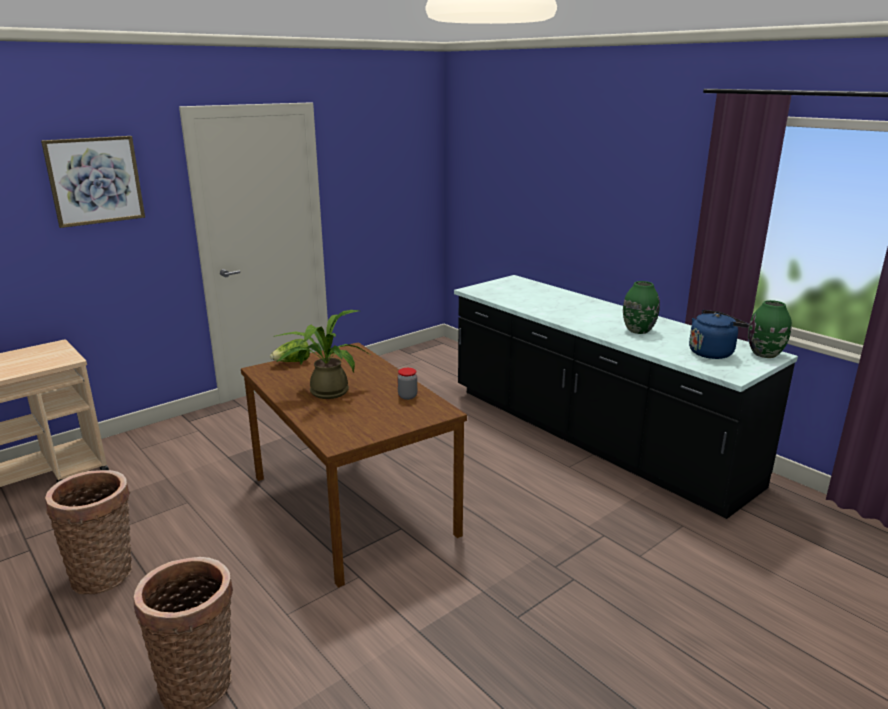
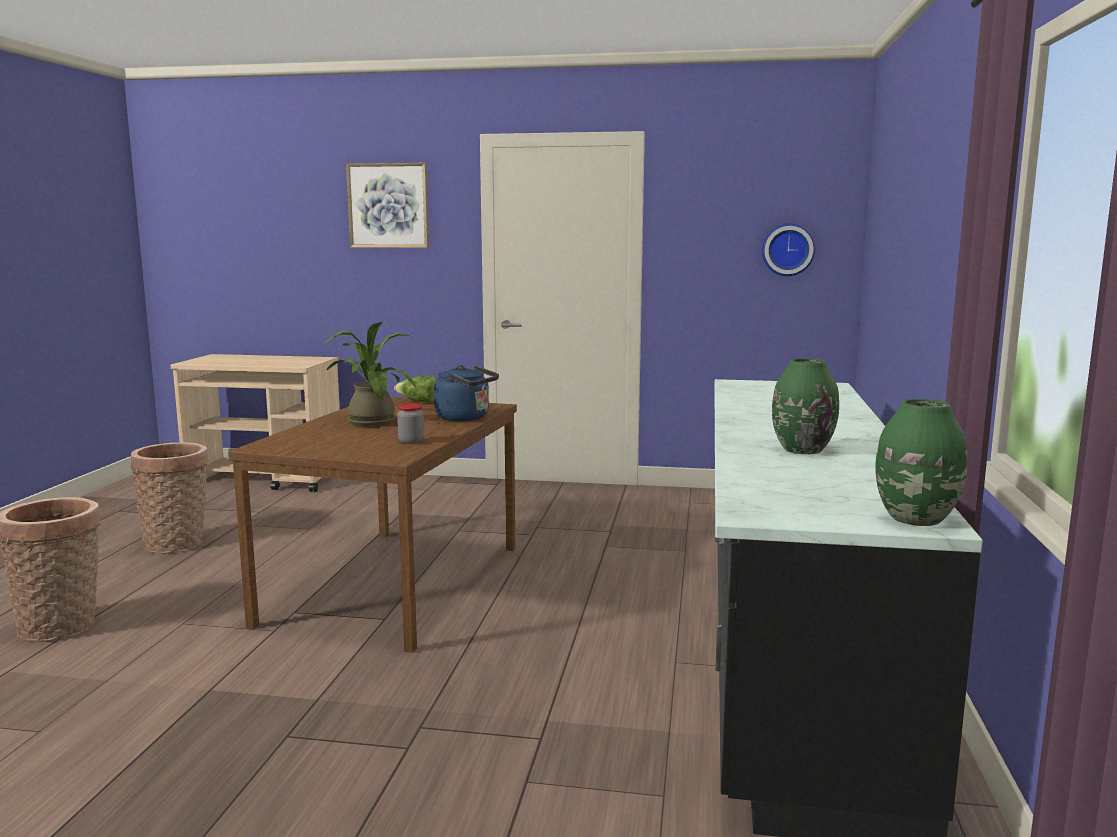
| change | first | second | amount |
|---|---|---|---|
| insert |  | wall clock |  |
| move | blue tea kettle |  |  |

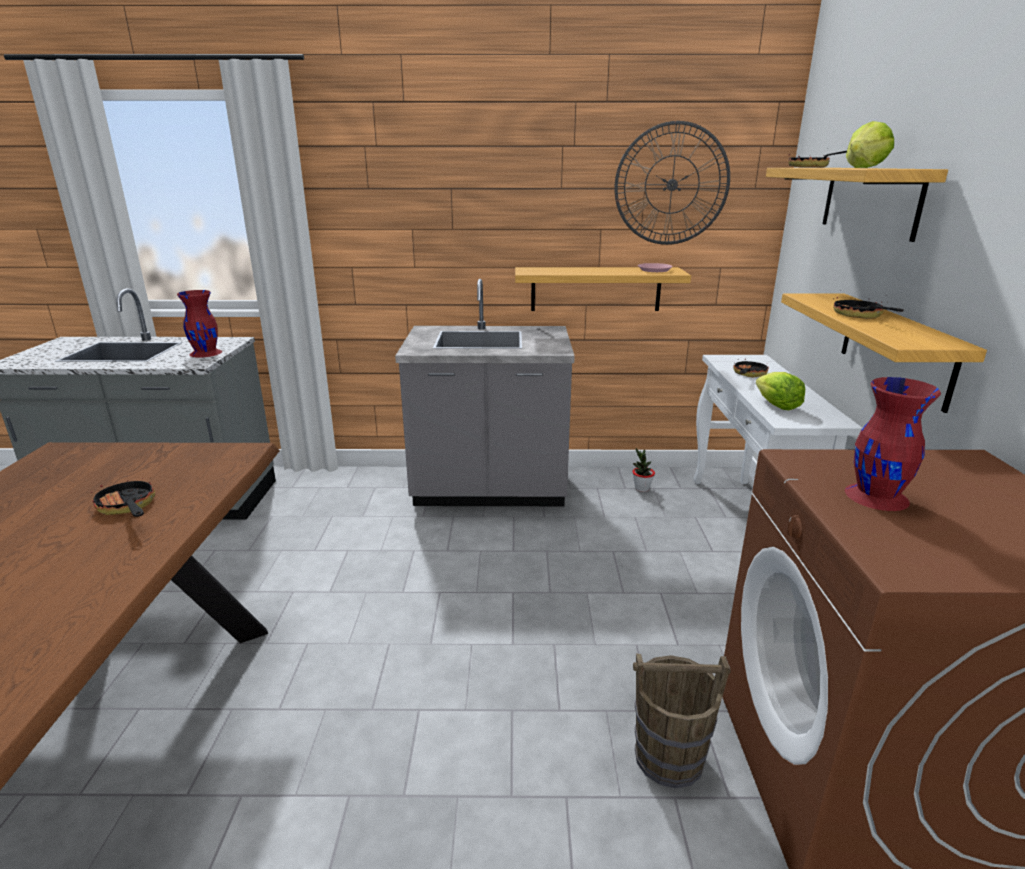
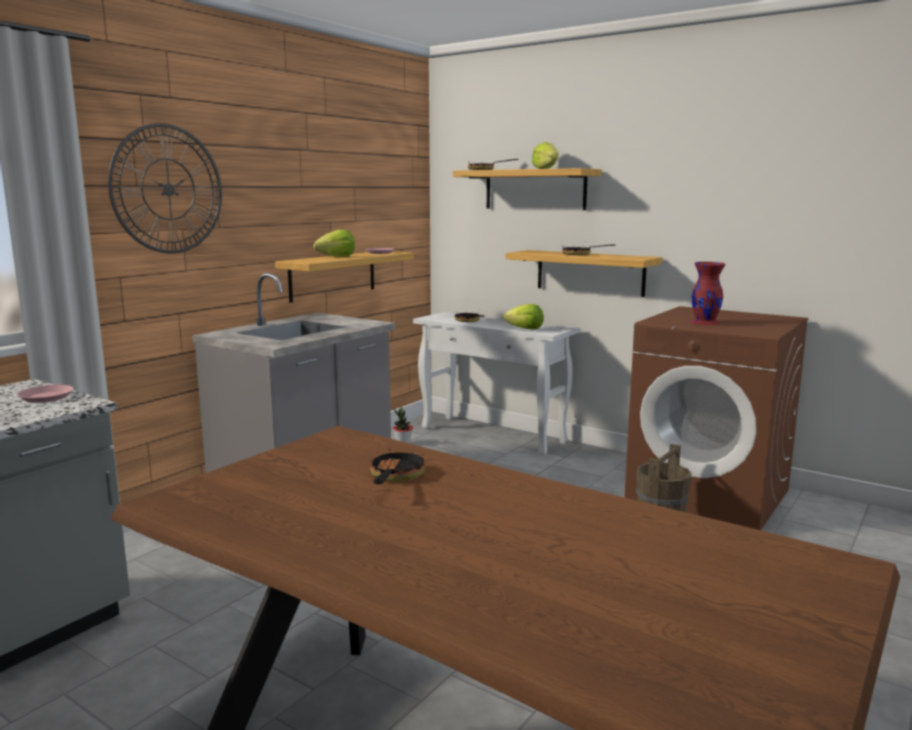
| change | first | second | amount |
|---|---|---|---|
| insert |  | lettuce (1st from left) |  |
| move | wall clock |  |  |
| replace | red vase (1st from left) | pink-coloured dinner plate (1st from left) |  |
| rotate | skillet (1st from left) |  | 105 degrees clockwise |

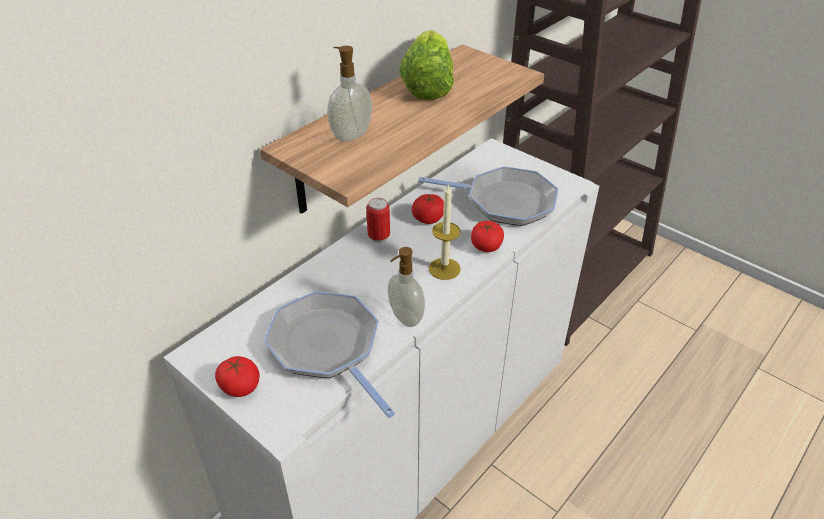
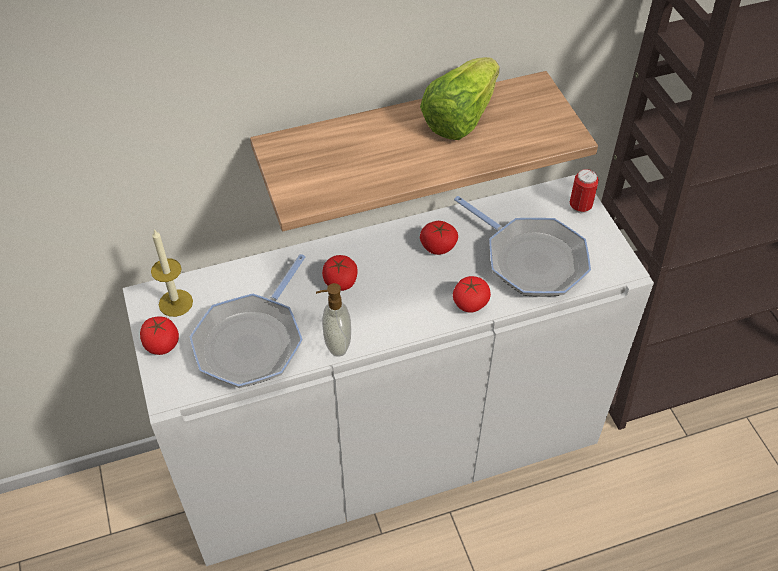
| change | first | second | amount |
|---|---|---|---|
| delete | soap bottle (1st from left) |  |  |
| insert |  | tomato (2nd from left) |  |
| move | sealed can |  |  |
| move | candle |  |  |
| rotate | skillet (1st from left) |  | 150 degrees counterclockwise |

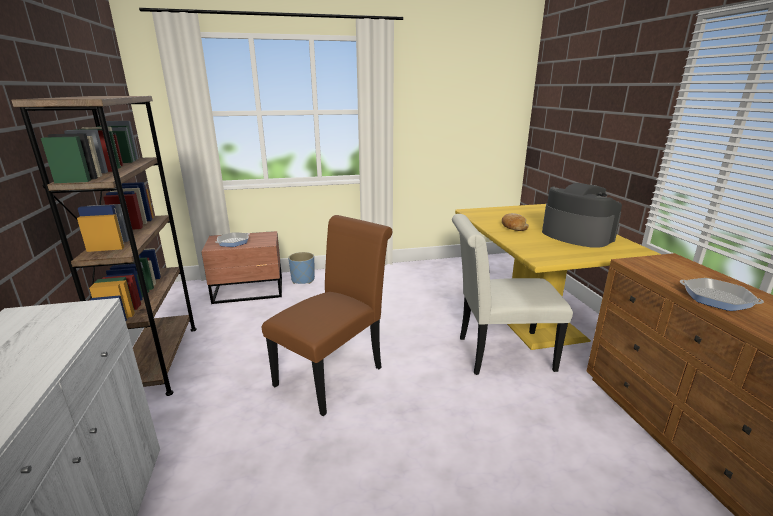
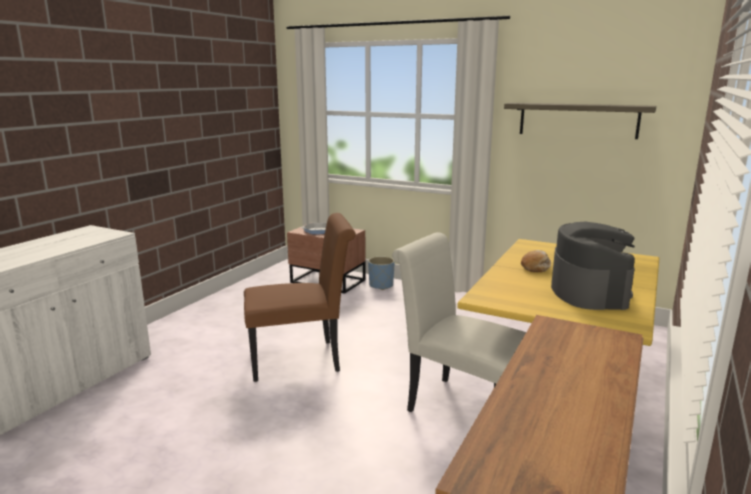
| change | first | second | amount |
|---|---|---|---|
| delete | brown-coloured shelving unit |  |  |
| delete | skillet (2nd from left) |  |  |
| insert |  | wall shelf |  |

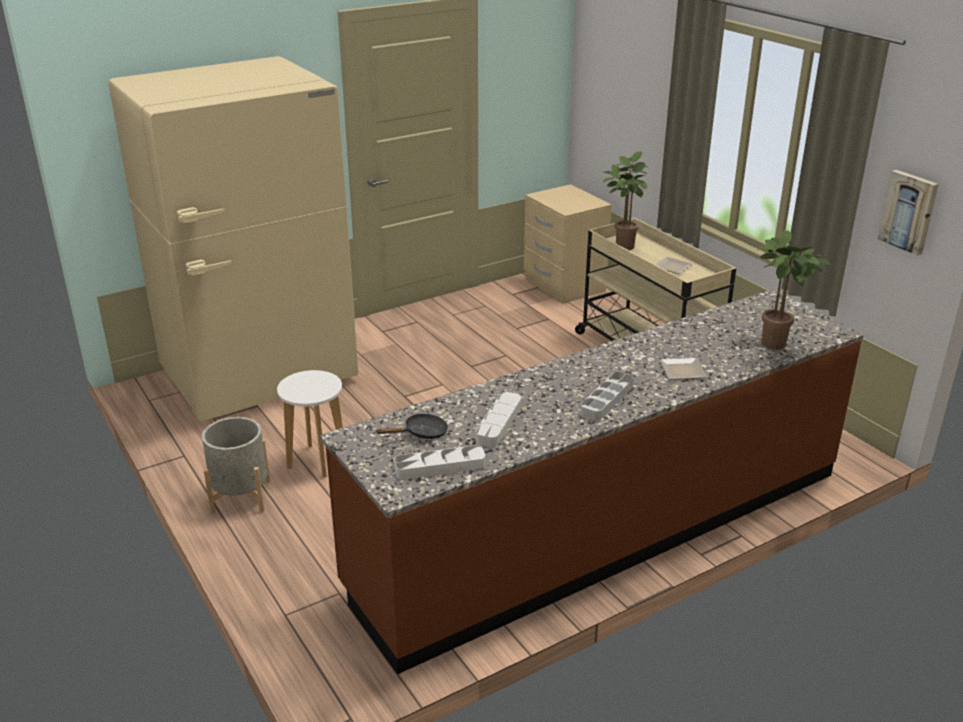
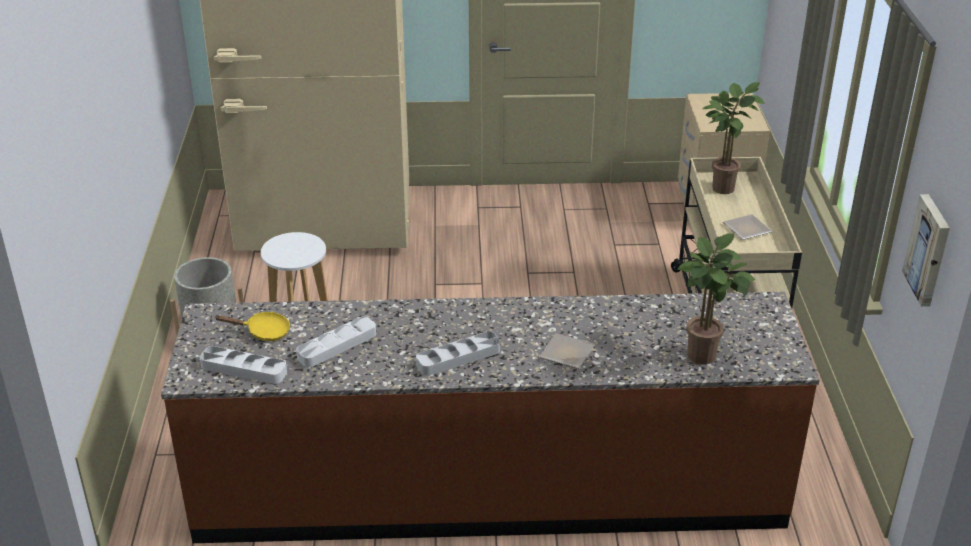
| change | first | second | amount |
|---|---|---|---|
| recolor | blackish skillet | yellow-coloured skillet |  |

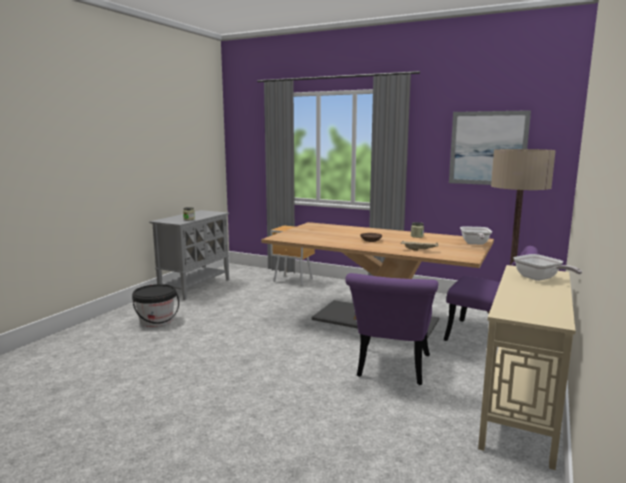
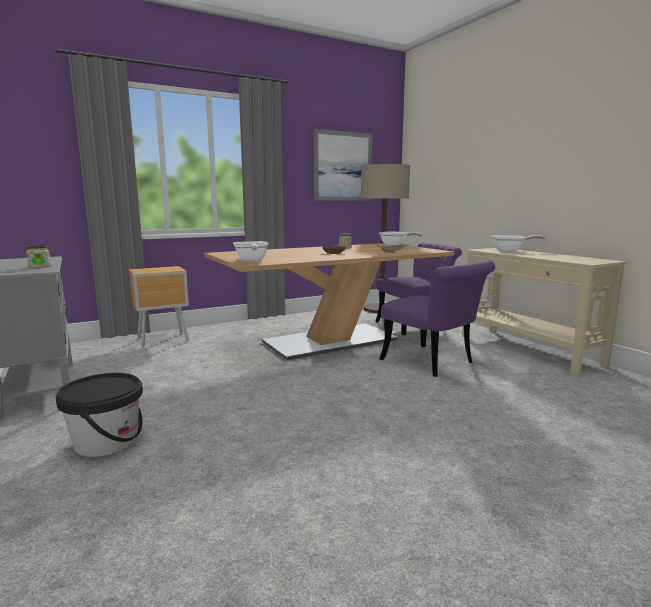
| change | first | second | amount |
|---|---|---|---|
| insert |  | skillet (1st from left) |  |

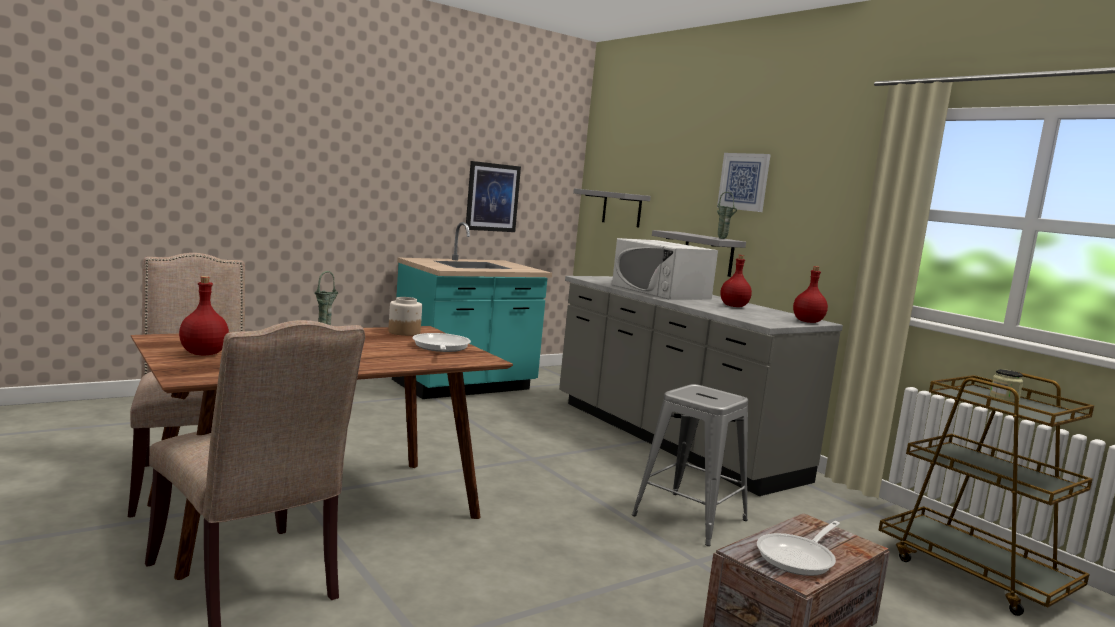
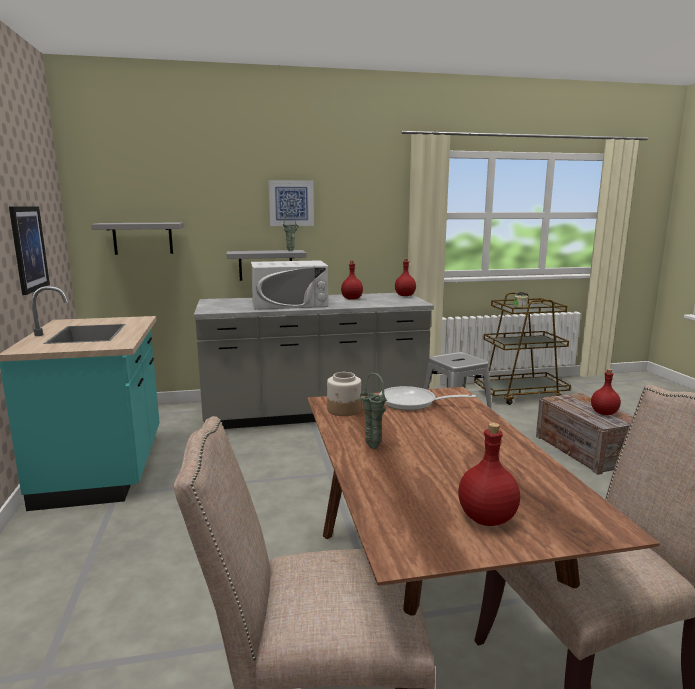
| change | first | second | amount |
|---|---|---|---|
| replace | skillet (2nd from left) | red beverage bottle (4th from left) |  |

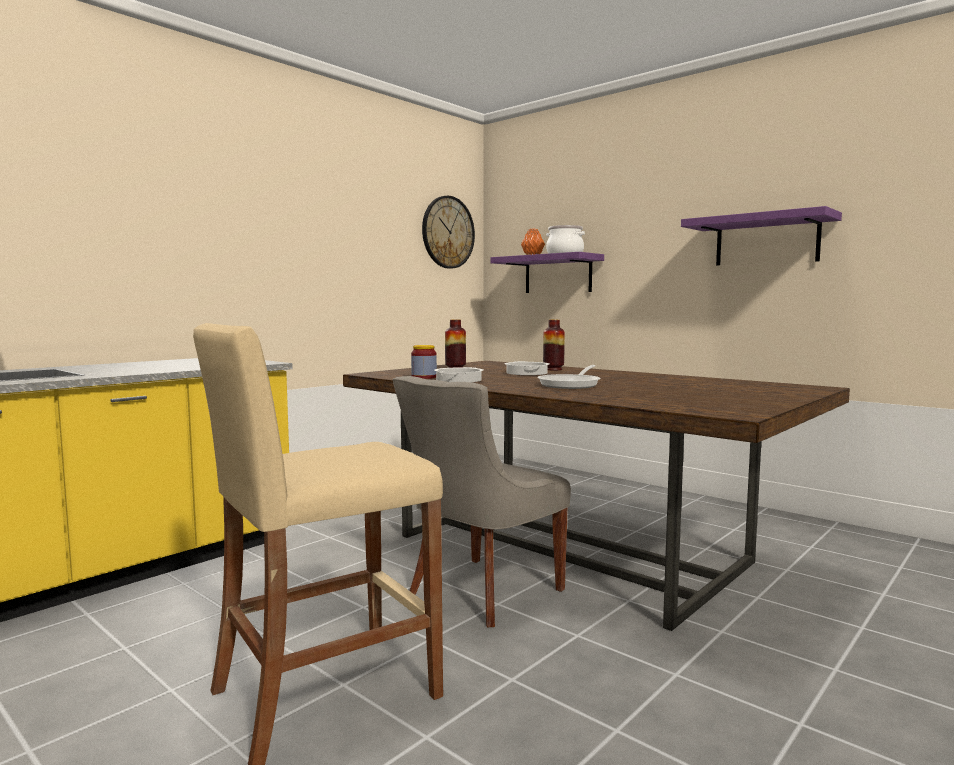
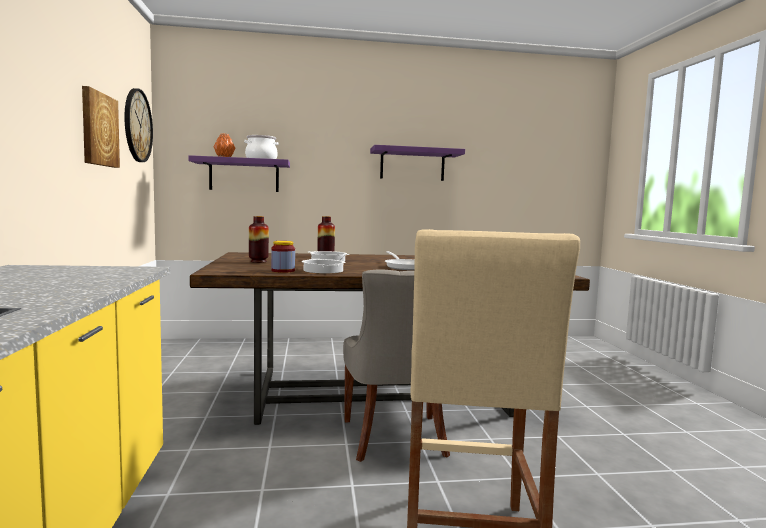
| change | first | second | amount |
|---|---|---|---|
| insert |  | wall picture |  |

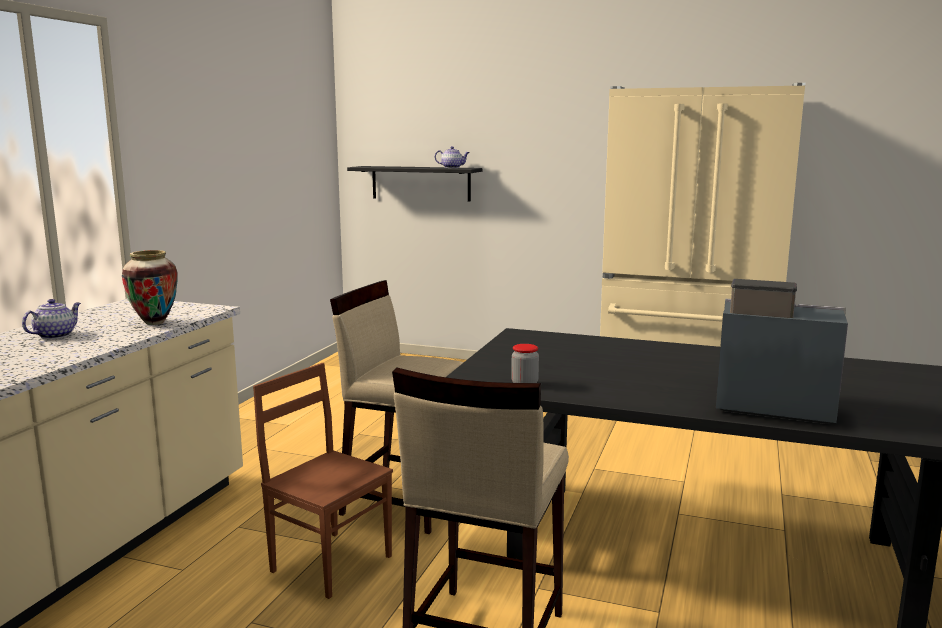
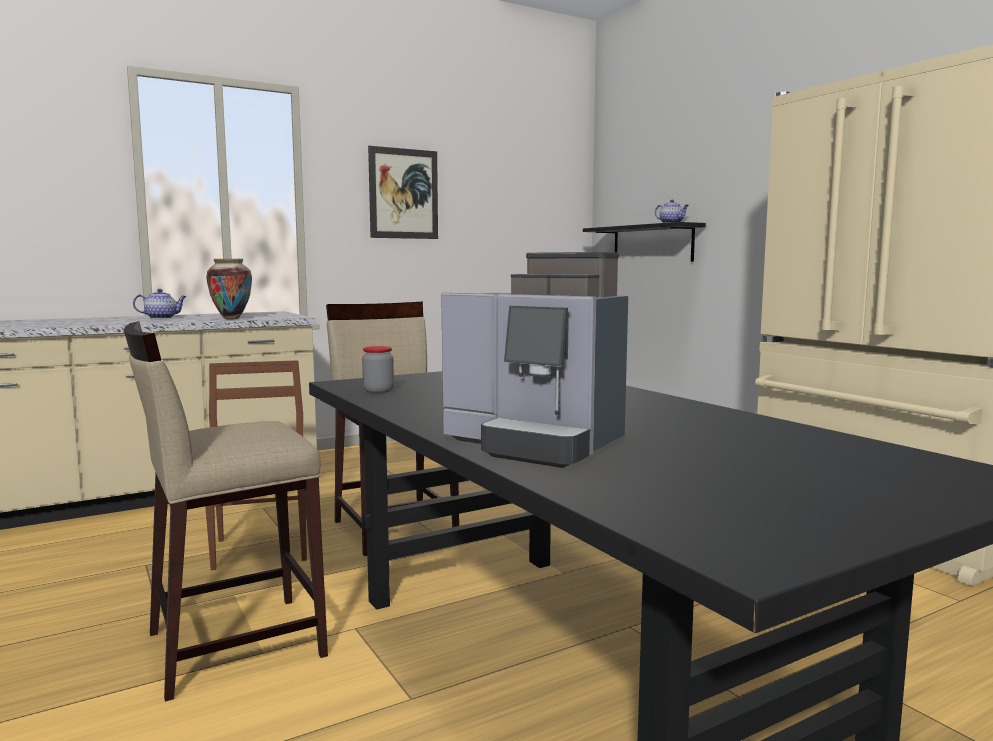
| change | first | second | amount |
|---|---|---|---|
| insert |  | wall picture |  |
| rotate | coffee maker |  | 150 degrees clockwise |

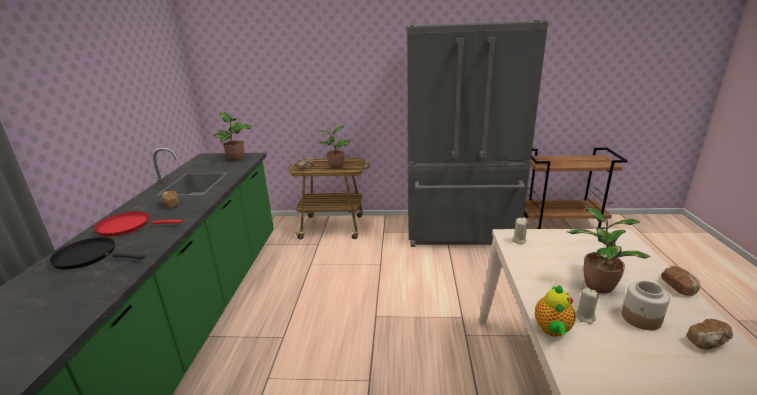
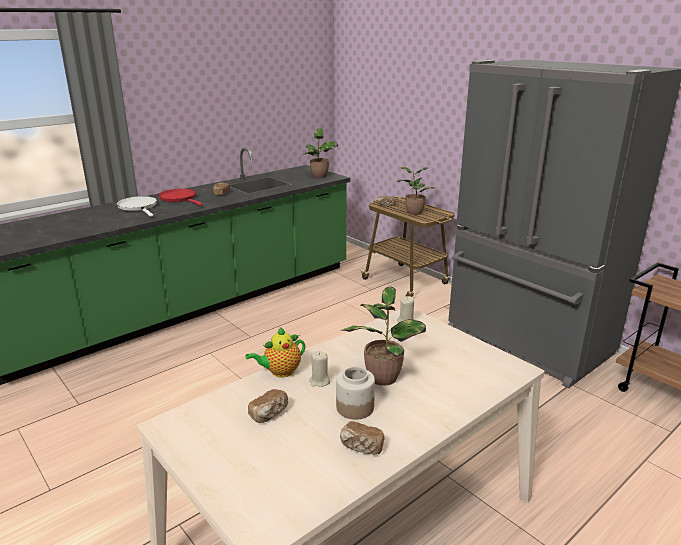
| change | first | second | amount |
|---|---|---|---|
| move | baked bread (3rd from left in the first image) | baked bread (2nd from left) |  |
| recolor | blackish skillet | white-coloured skillet |  |

